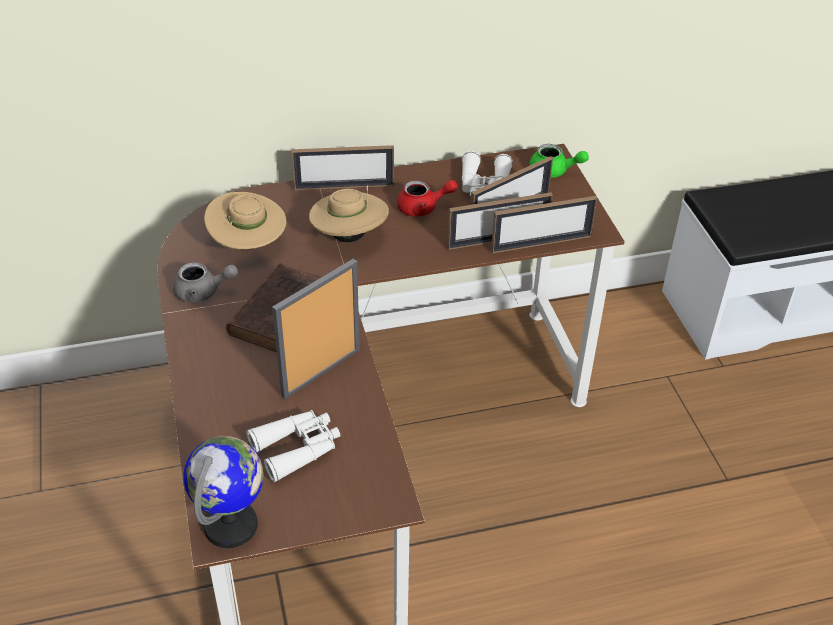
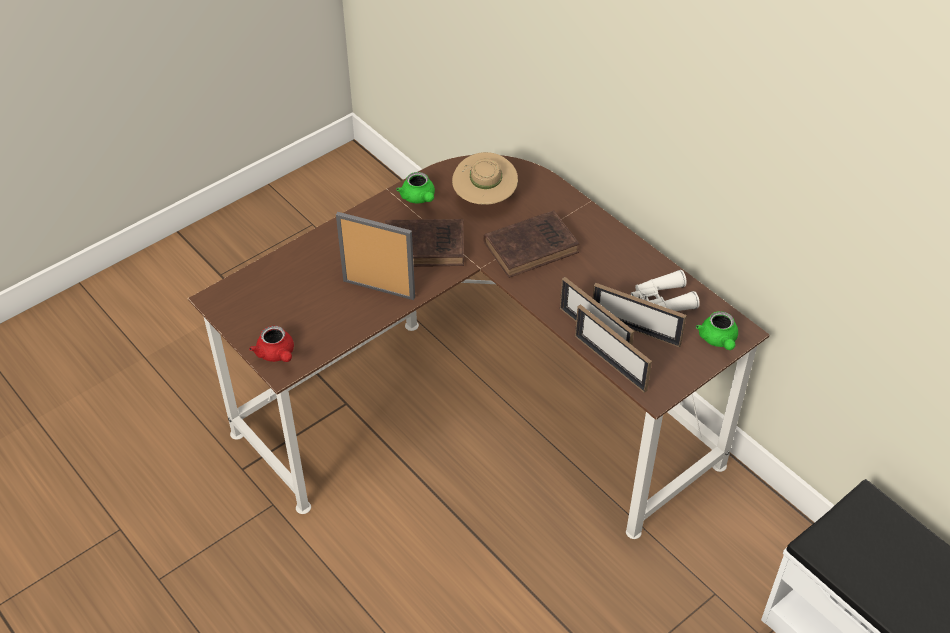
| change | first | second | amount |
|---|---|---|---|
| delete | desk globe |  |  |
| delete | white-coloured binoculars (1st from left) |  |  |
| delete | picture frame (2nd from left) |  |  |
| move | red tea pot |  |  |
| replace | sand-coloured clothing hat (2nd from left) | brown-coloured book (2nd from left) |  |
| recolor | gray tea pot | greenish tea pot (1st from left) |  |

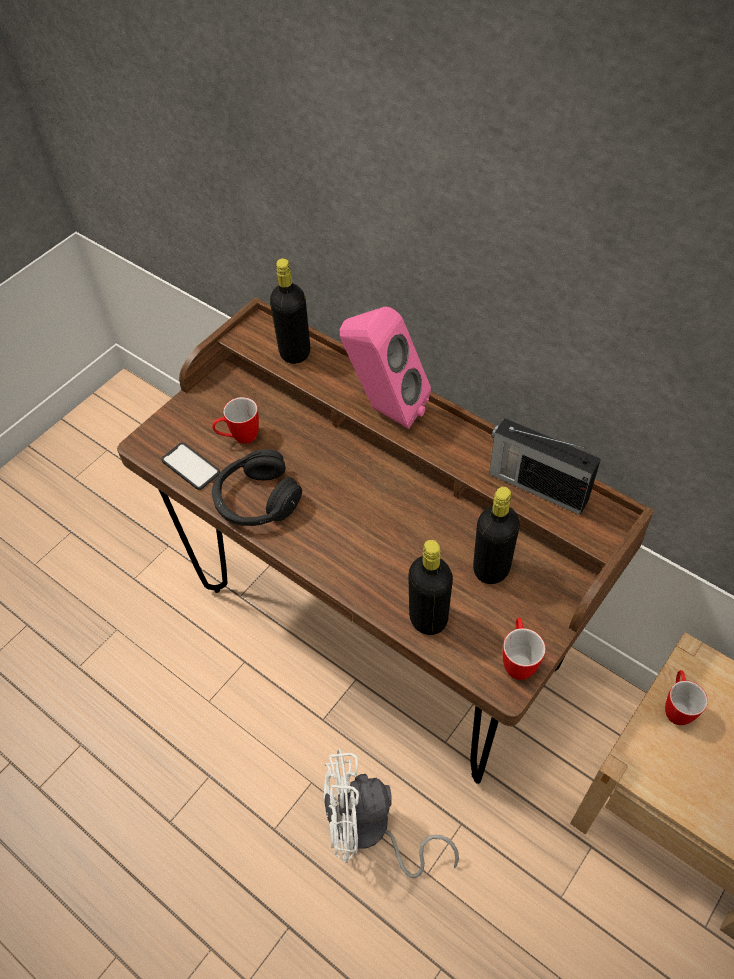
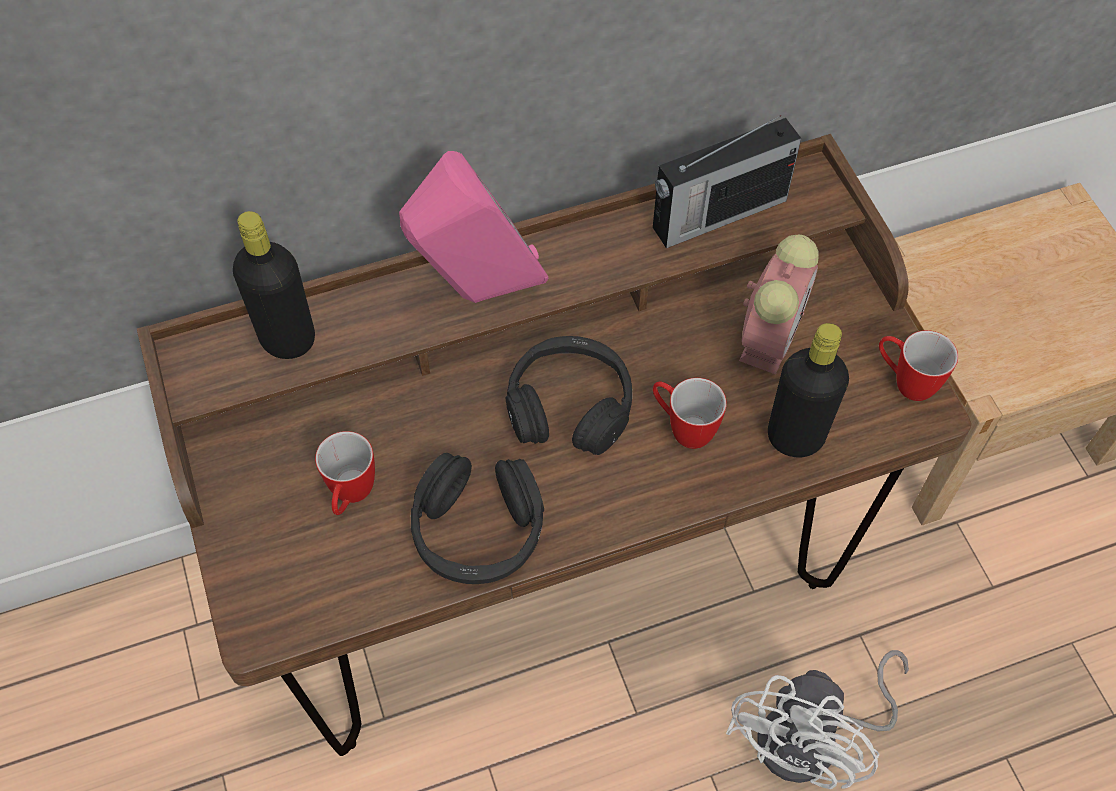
| change | first | second | amount |
|---|---|---|---|
| delete | telephone |  |  |
| insert |  | blackish pair of headphones (2nd from left) |  |
| move | mug (3rd from left in the first image) | mug (2nd from left) |  |
| replace | blackish beverage bottle (3rd from left) | bedside clock |  |

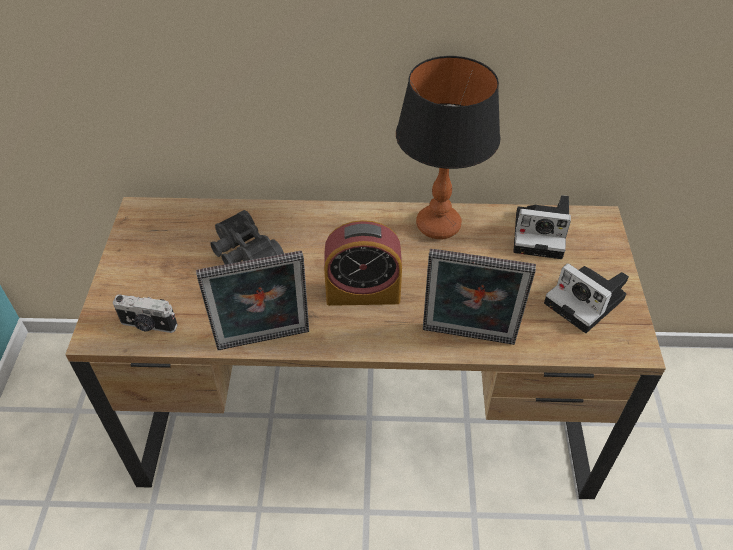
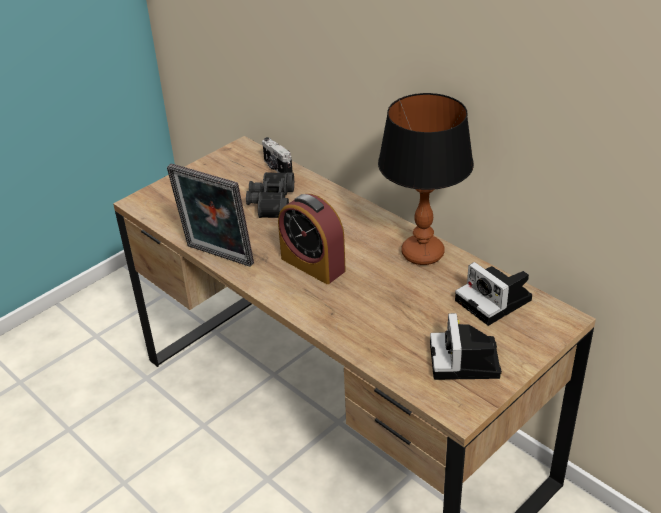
| change | first | second | amount |
|---|---|---|---|
| delete | picture frame (2nd from left) |  |  |
| move | photo camera (1st from left) |  |  |

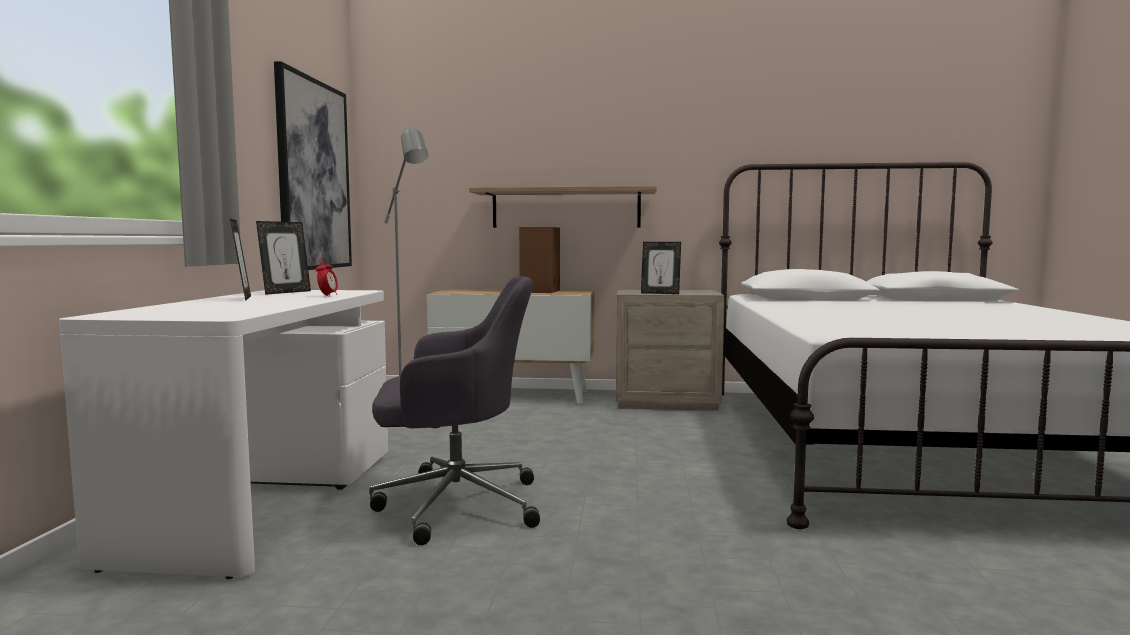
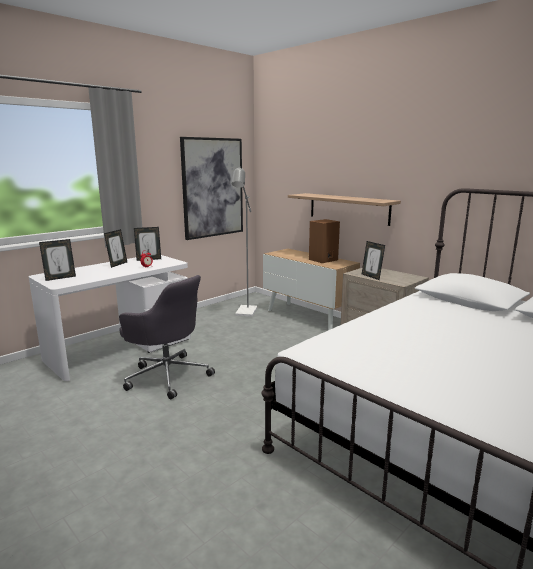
| change | first | second | amount |
|---|---|---|---|
| insert |  | picture frame (1st from left) |  |

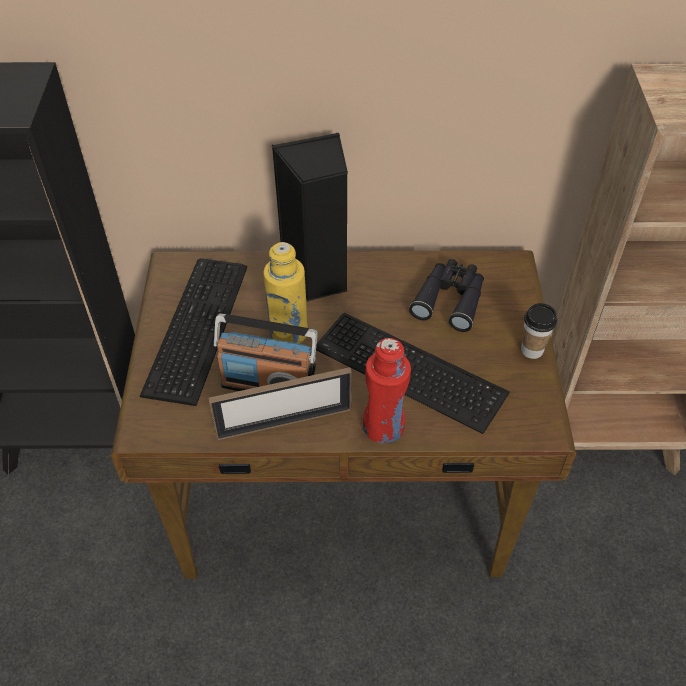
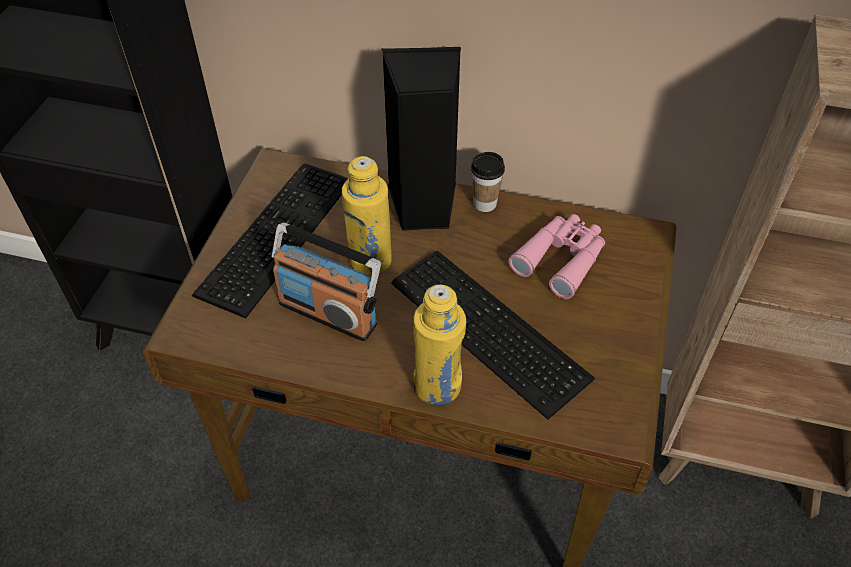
| change | first | second | amount |
|---|---|---|---|
| delete | picture frame |  |  |
| move | drinking cup |  |  |
| recolor | red beverage bottle | yellow-coloured beverage bottle (2nd from left) |  |
| recolor | blackish binoculars | pink-coloured binoculars |  |

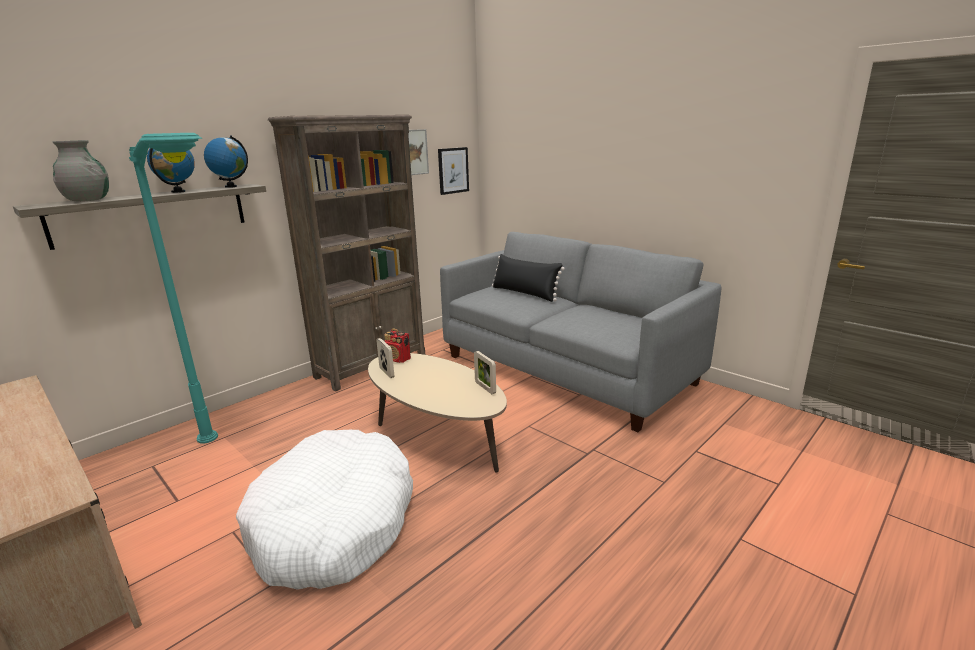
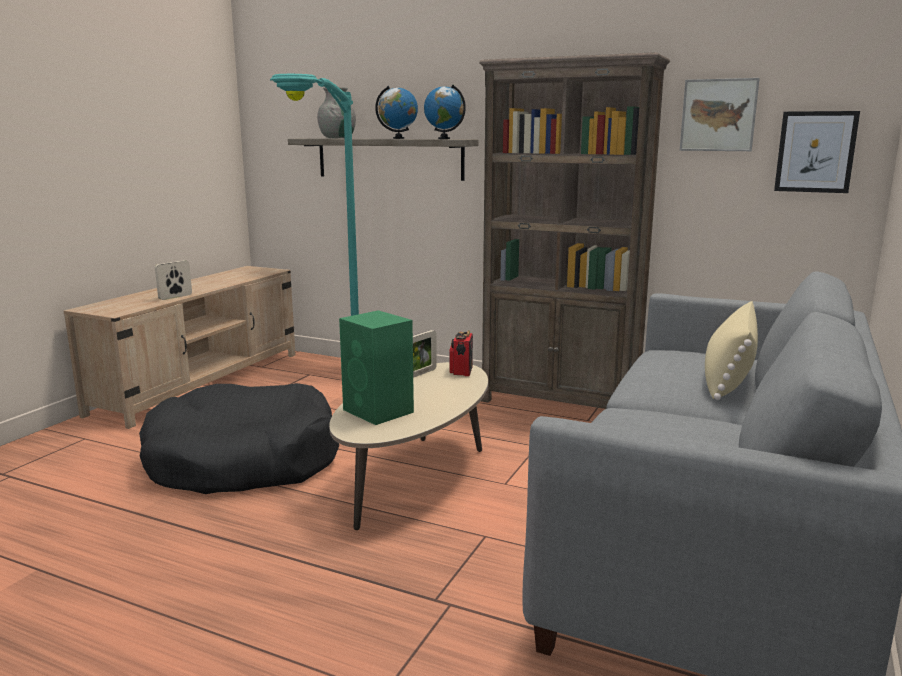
| change | first | second | amount |
|---|---|---|---|
| insert |  | greenish speaker |  |
| move | picture frame (2nd from left in the first image) | picture frame (1st from left) |  |
| recolor | white-coloured dog bed | blackish dog bed |  |
| recolor | blackish cushion | sand-coloured cushion |  |

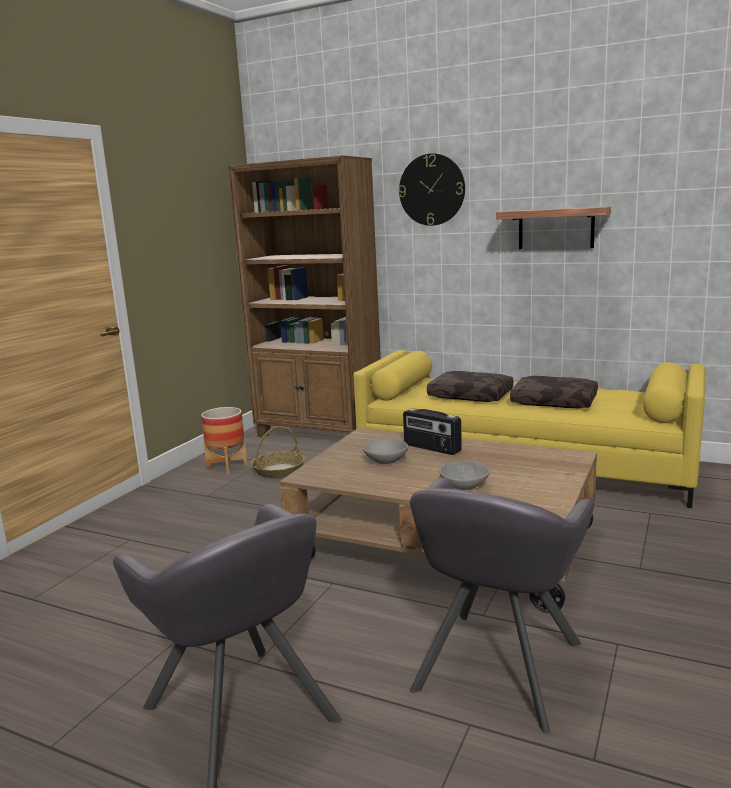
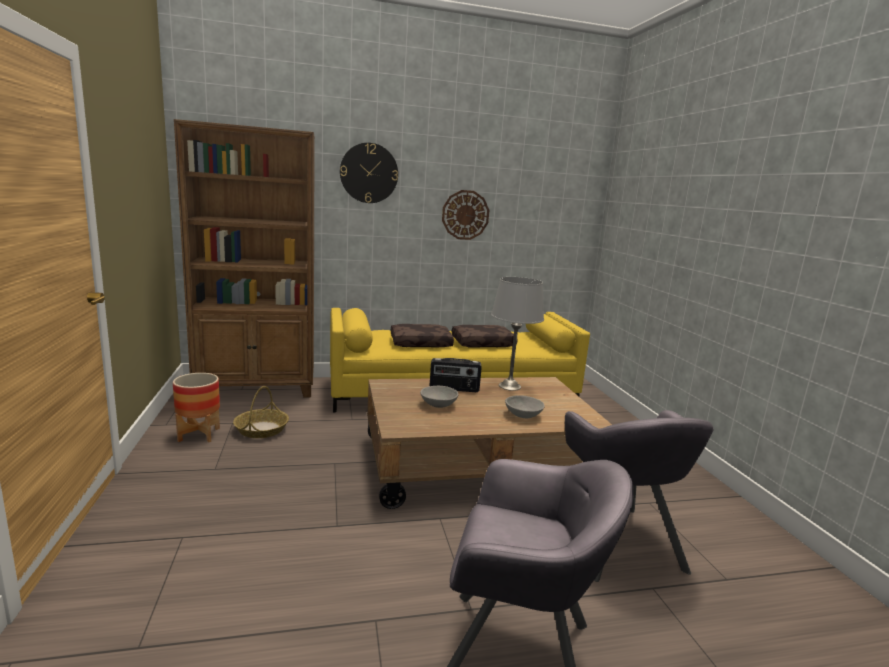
| change | first | second | amount |
|---|---|---|---|
| insert |  | gray lamp for a table |  |
| replace | wall shelf | wall clock (2nd from left) |  |

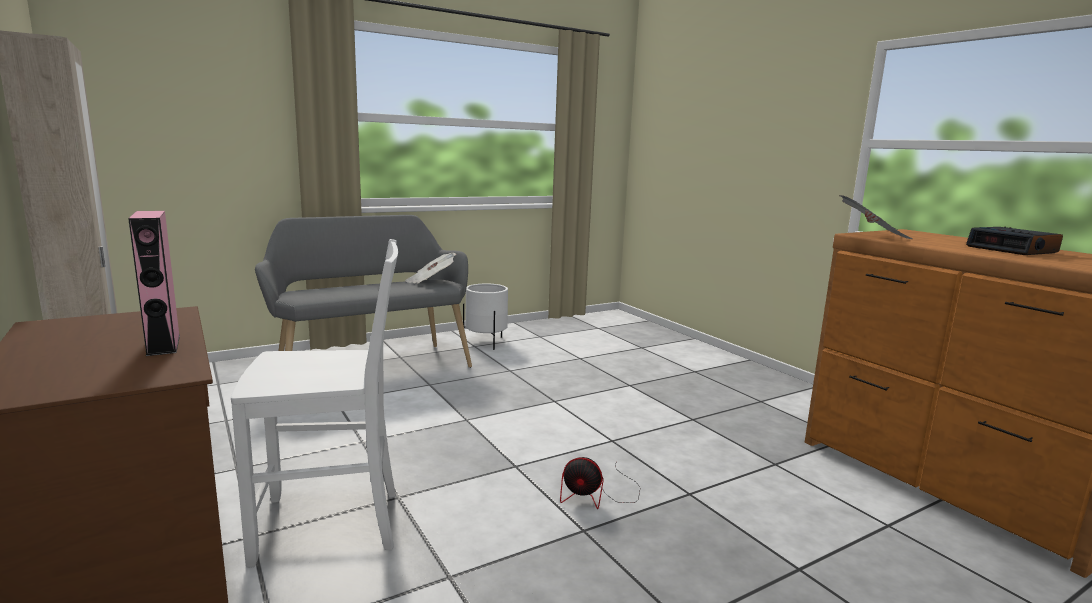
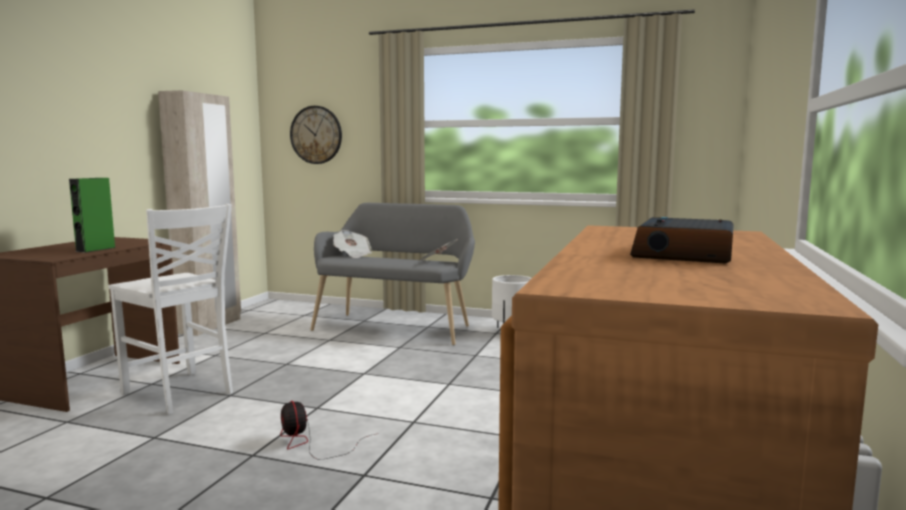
| change | first | second | amount |
|---|---|---|---|
| insert |  | wall clock |  |
| move | printed paper (2nd from left in the first image) | printed paper (1st from left) |  |
| recolor | pink-coloured speaker | greenish speaker |  |

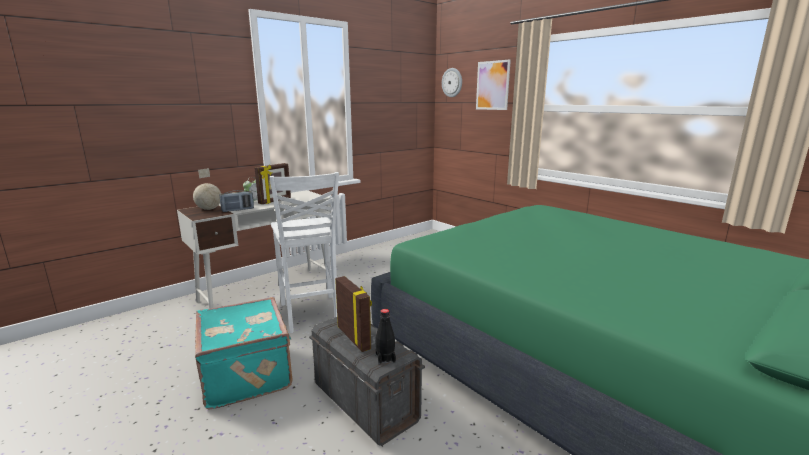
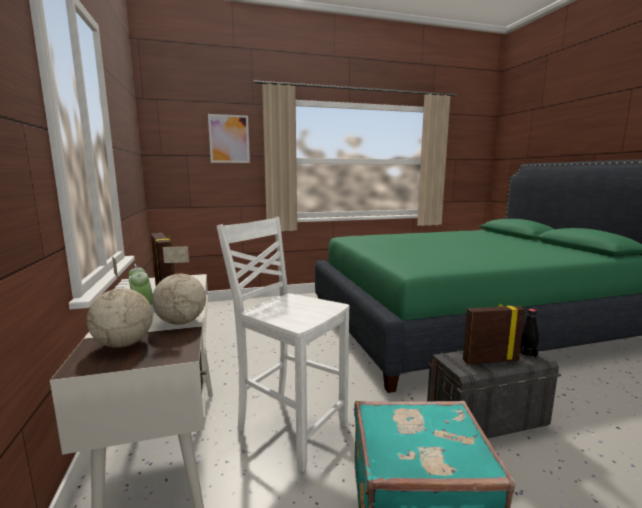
| change | first | second | amount |
|---|---|---|---|
| delete | wall clock |  |  |
| replace | radio receiver | desk globe (2nd from left) |  |
| rotate | white-coloured chair |  | 150 degrees counterclockwise |

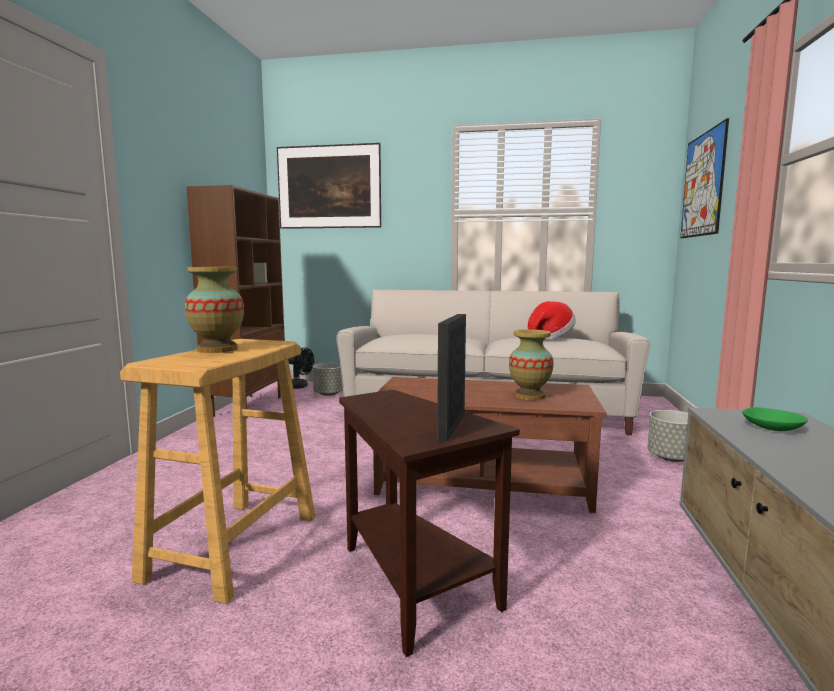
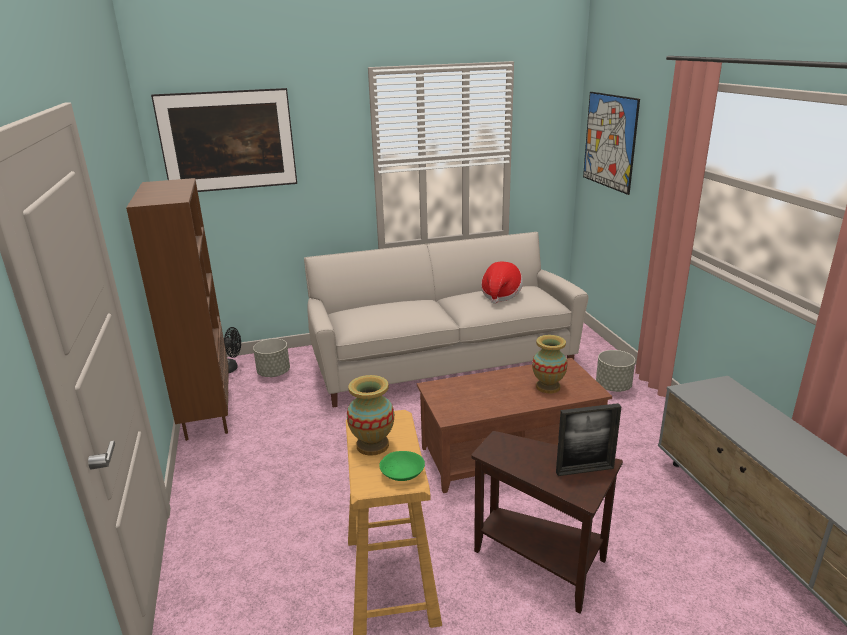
| change | first | second | amount |
|---|---|---|---|
| move | greenish bowl |  |  |
| rotate | picture frame |  | 90 degrees counterclockwise |

